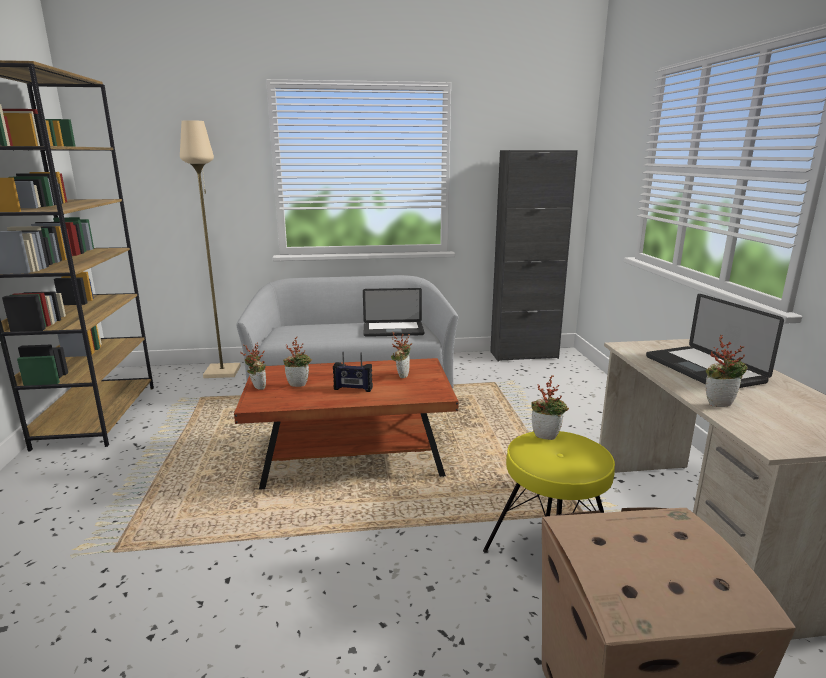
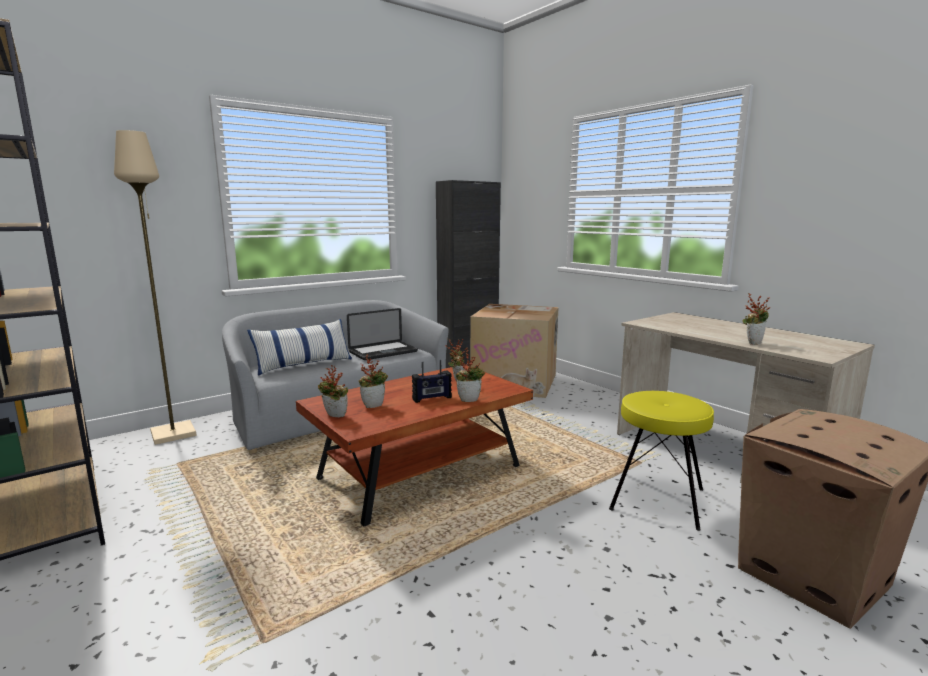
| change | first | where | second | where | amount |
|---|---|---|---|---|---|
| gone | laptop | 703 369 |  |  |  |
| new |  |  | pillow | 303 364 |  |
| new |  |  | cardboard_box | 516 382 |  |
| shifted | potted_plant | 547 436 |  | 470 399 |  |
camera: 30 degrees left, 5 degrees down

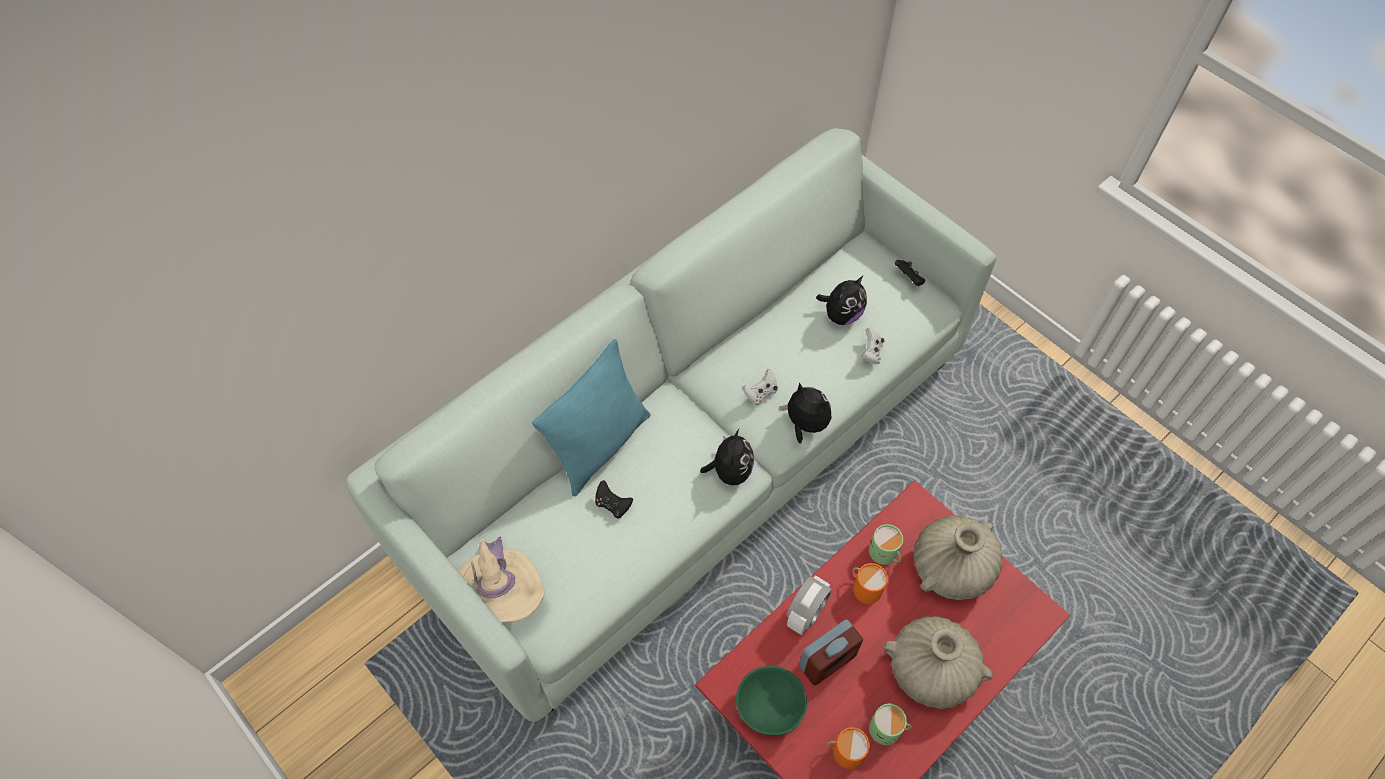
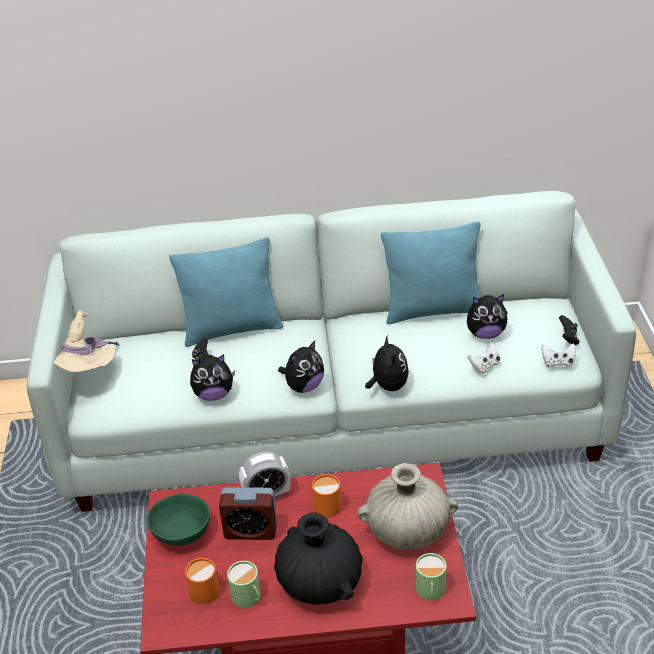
| change | first | where | second | where | amount |
|---|---|---|---|---|---|
| new |  |  | plush_toy | 213 394 |  |
| new |  |  | turquoise_pillow | 432 310 |  |
| shifted | white_game_controller | 760 393 |  | 558 363 |  |
| shifted | green_mug | 885 554 |  | 430 590 |  |
| repainted | beige_vase | 931 671 | black_vase | 319 582 |  |
camera: 40 degrees right, 20 degrees down

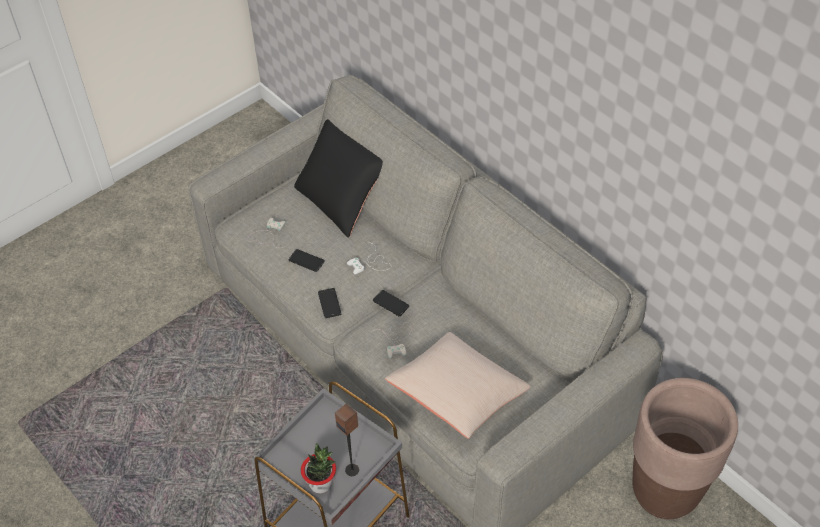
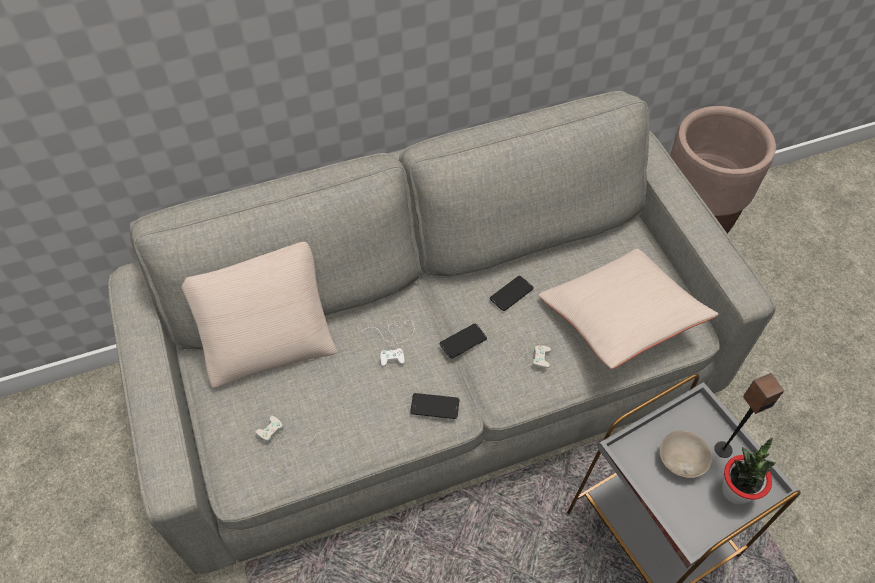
| change | first | where | second | where | amount |
|---|---|---|---|---|---|
| new |  |  | beige_bowl | 683 459 |  |
| shifted | phone | 306 261 |  | 511 293 |  |
| repainted | black_pillow | 342 200 | beige_pillow | 269 340 |  |
camera: 70 degrees left, 5 degrees up

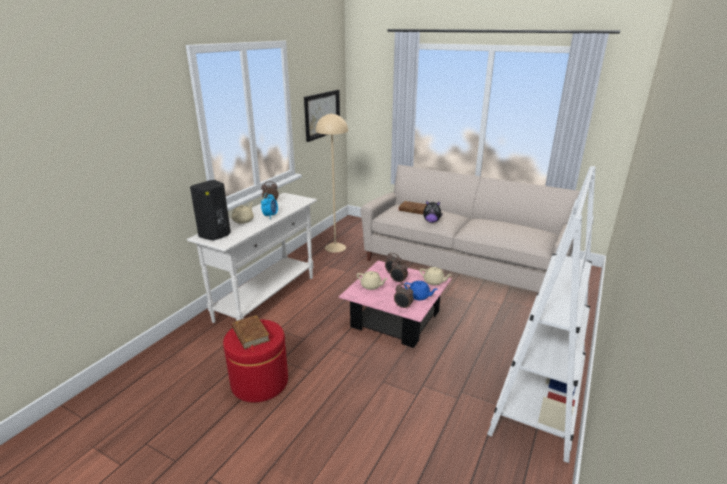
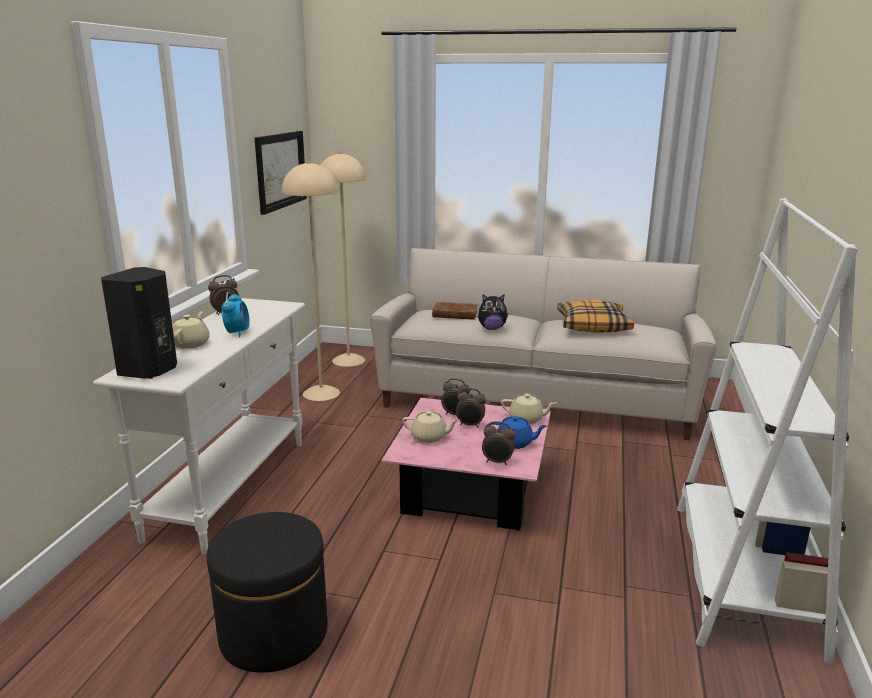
| change | first | where | second | where | amount |
|---|---|---|---|---|---|
| gone | brown_book | 250 334 |  |  |  |
| new |  |  | beige_floor_lamp | 349 360 |  |
| new |  |  | pillow | 593 326 |  |
| repainted | red_ottoman | 259 382 | black_ottoman | 273 633 |  |
camera: 15 degrees left, 5 degrees down

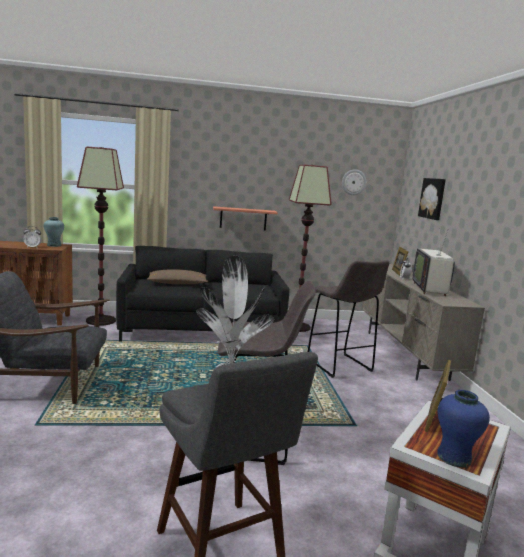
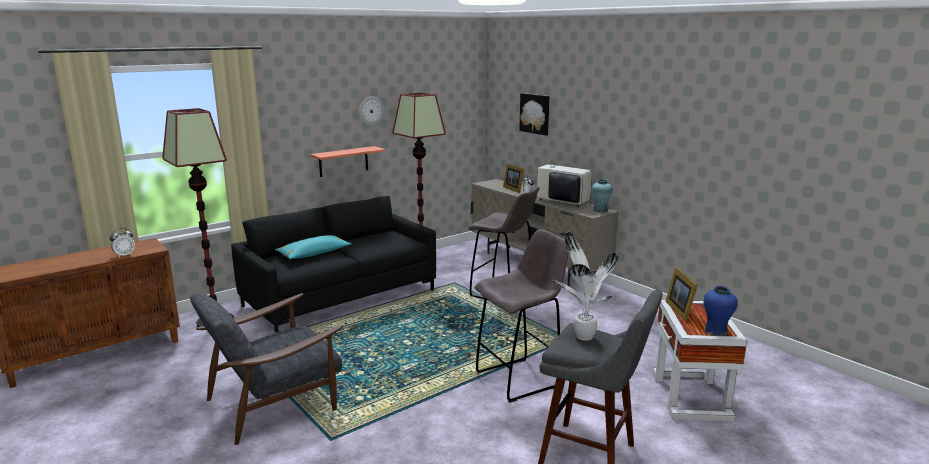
| change | first | where | second | where | amount |
|---|---|---|---|---|---|
| shifted | turquoise_vase | 54 245 |  | 600 210 |  |
| shifted | wall_clock | 353 182 |  | 371 111 |  |
| repainted | brown_pillow | 177 283 | turquoise_pillow | 313 254 |  |
| rotated | television | 431 289 |  | 562 202 | 150 degrees clockwise |
camera: 30 degrees left, 5 degrees up

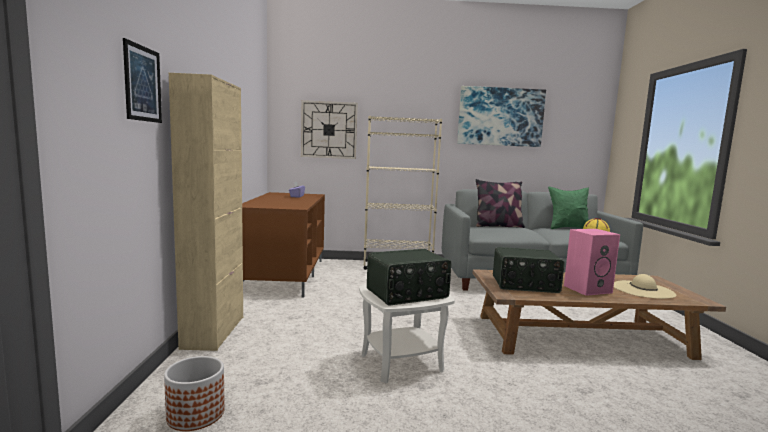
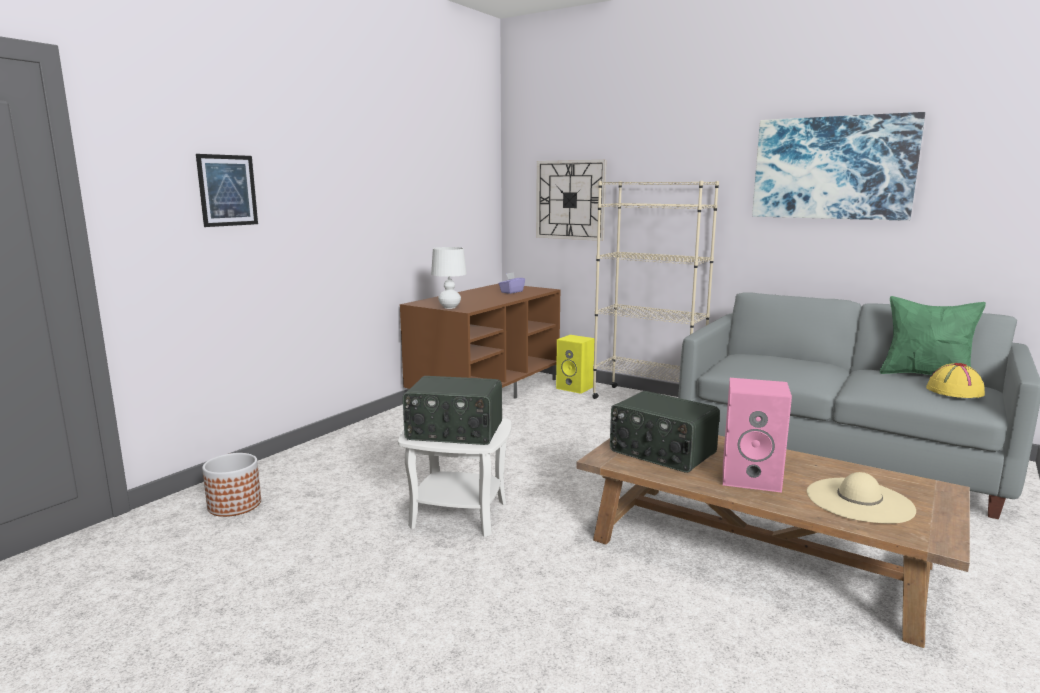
| change | first | where | second | where | amount |
|---|---|---|---|---|---|
| gone | beige_cabinet | 214 332 |  |  |  |
| gone | pillow | 498 226 |  |  |  |
| new |  |  | white_table_lamp | 449 307 |  |
| new |  |  | yellow_speaker | 576 387 |  |
camera: 35 degrees right, 5 degrees up

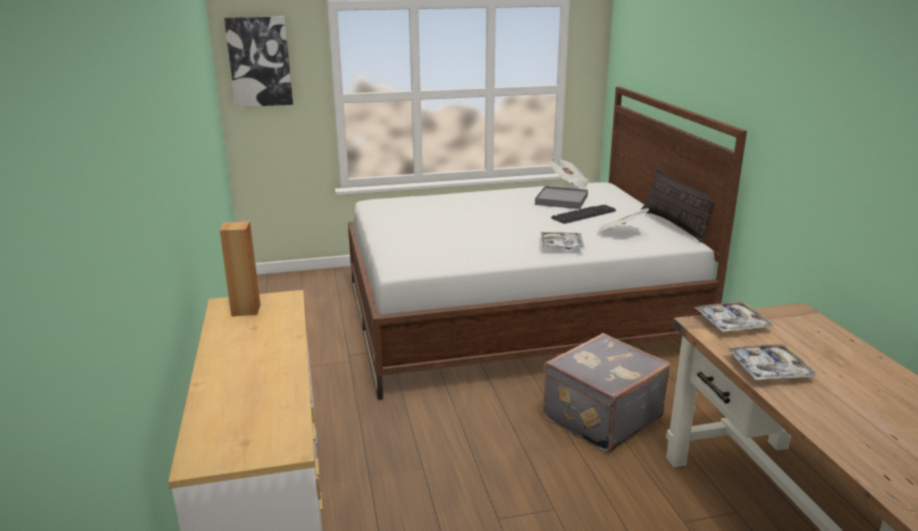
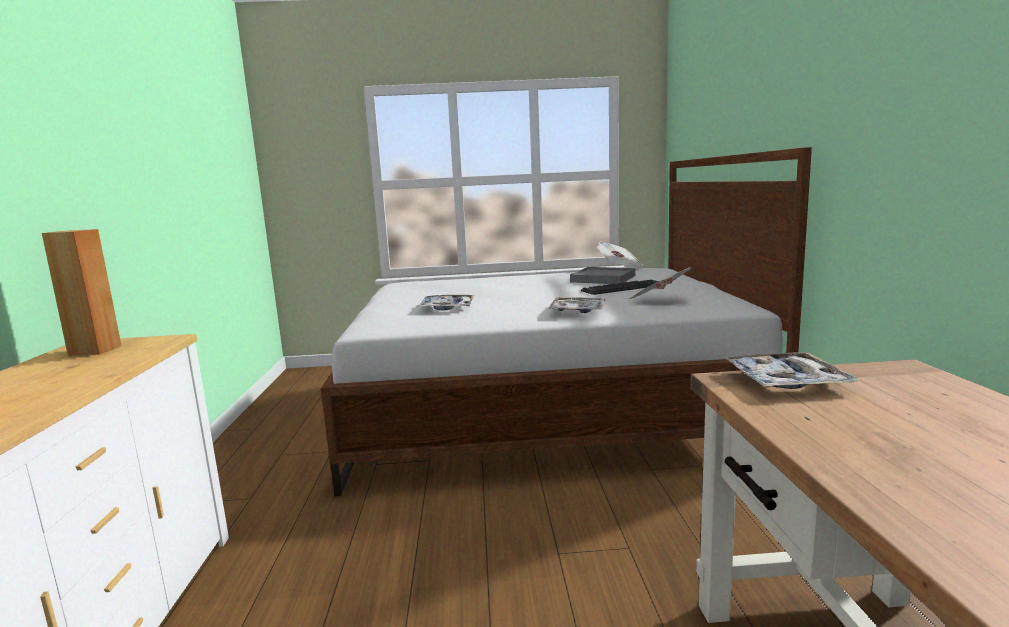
| change | first | where | second | where | amount |
|---|---|---|---|---|---|
| gone | picture | 259 62 |  |  |  |
| gone | grey_suitcase | 600 417 |  |  |  |
| gone | pillow | 675 225 |  |  |  |
| shifted | tray | 768 369 |  | 447 308 |  |
camera: 10 degrees right, 10 degrees down

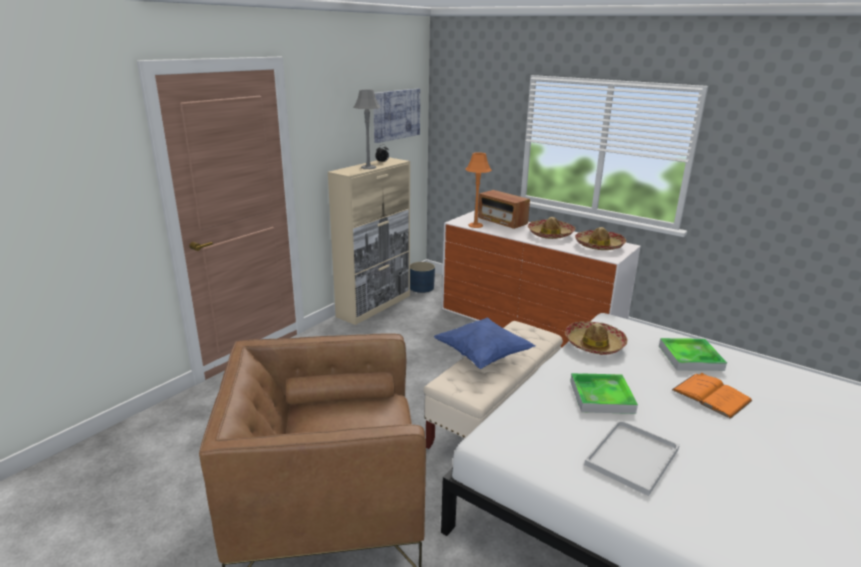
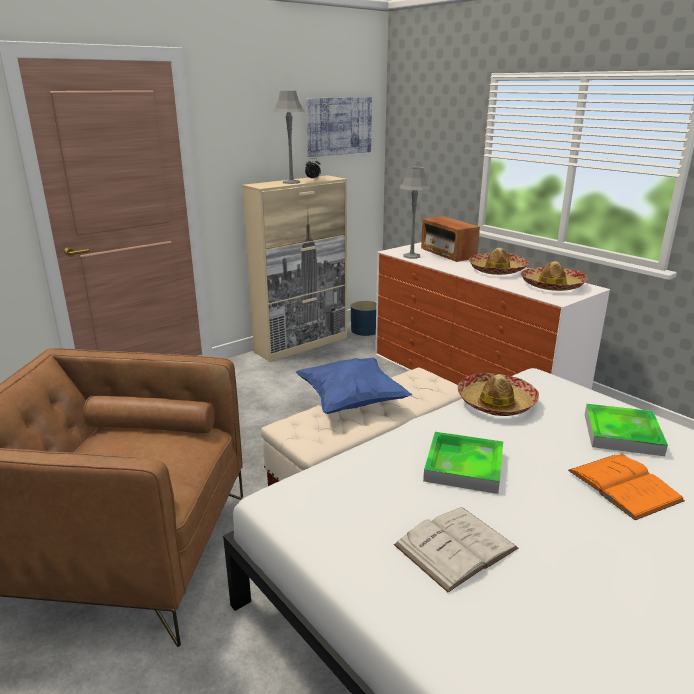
| change | first | where | second | where | amount |
|---|---|---|---|---|---|
| swapped | white_tray | 632 455 | white_book | 455 547 |  |
| repainted | orange_table_lamp | 475 225 | grey_table_lamp | 412 256 |  |
camera: 15 degrees right, 0 degrees up

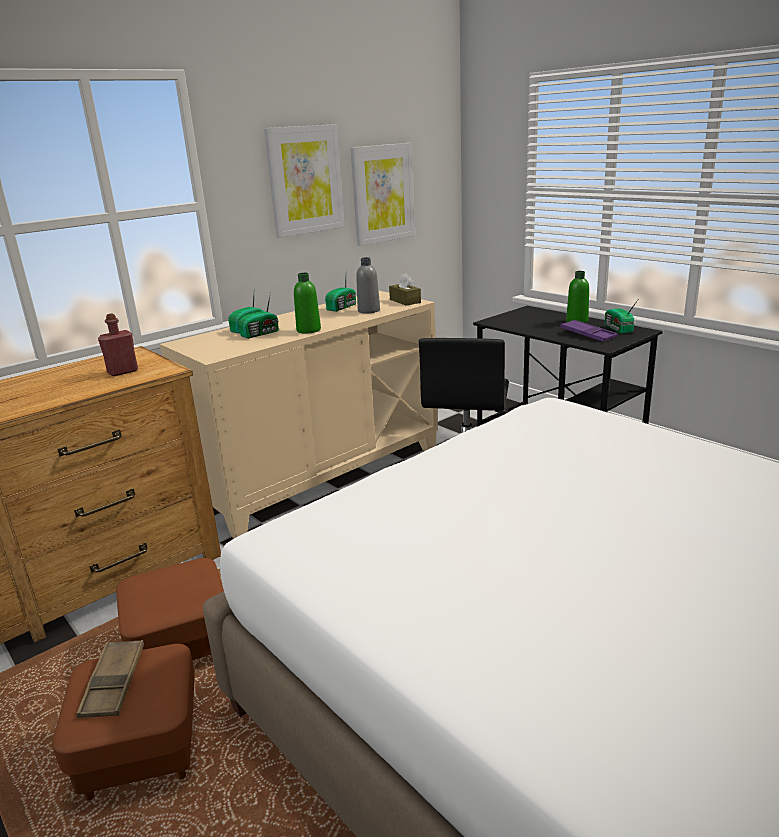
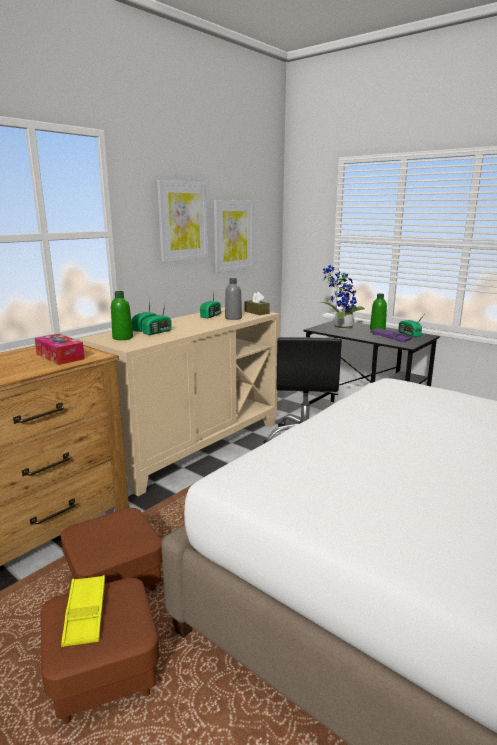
| change | first | where | second | where | amount |
|---|---|---|---|---|---|
| new |  |  | potted_plant | 340 328 |  |
| shifted | green_bottle | 308 330 |  | 122 338 |  |
| swapped | red_bottle | 123 372 | tissue_box | 60 356 |  |
| repainted | brown_tray | 114 683 | yellow_tray | 85 614 |  |
camera: 10 degrees left, 5 degrees down

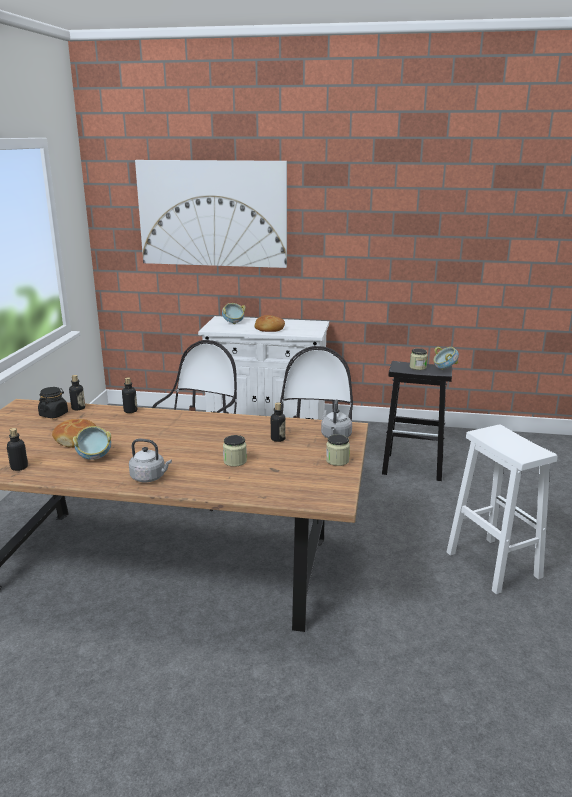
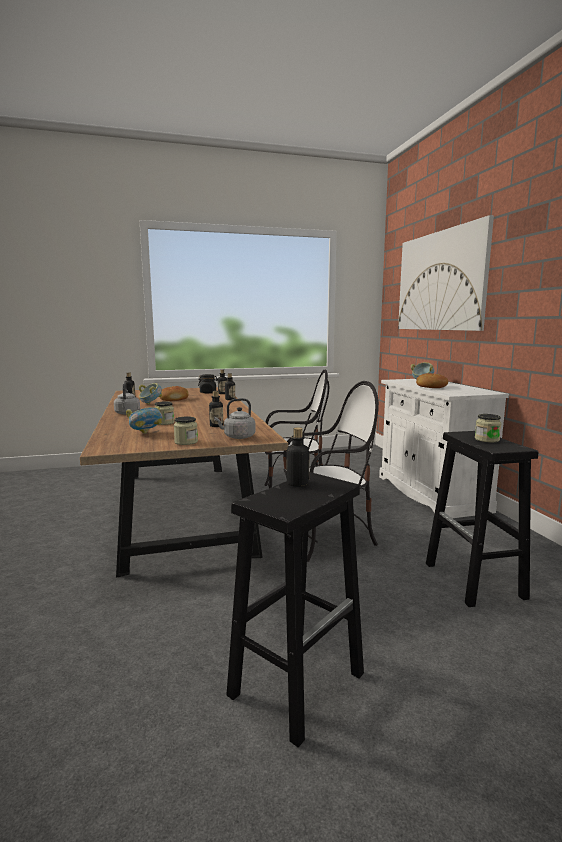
| change | first | where | second | where | amount |
|---|---|---|---|---|---|
| new |  |  | bottle | 297 483 |  |
| shifted | bowl | 444 369 |  | 146 434 |  |
| repainted | white_stool | 492 564 | black_stool | 298 683 |  |
camera: 65 degrees right, 10 degrees down

